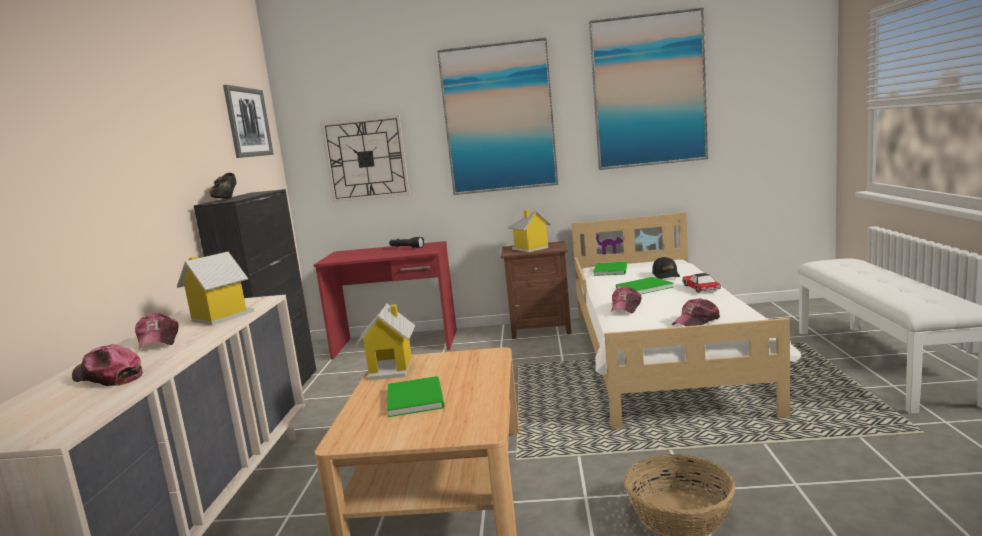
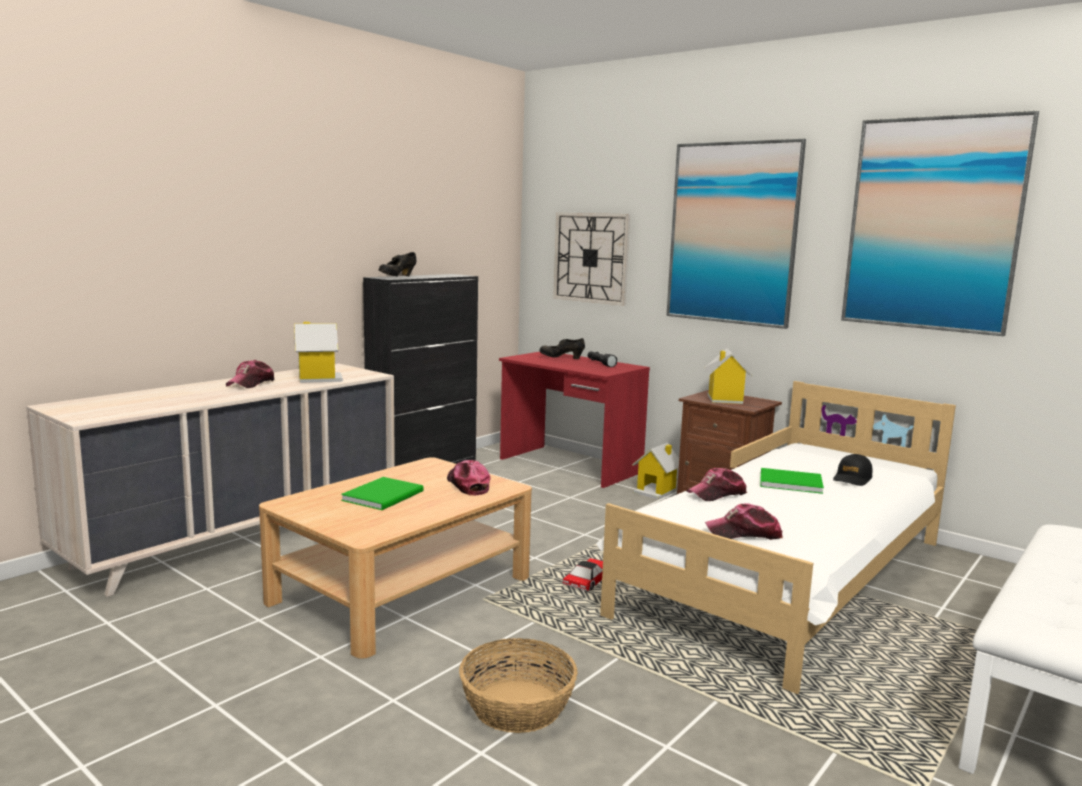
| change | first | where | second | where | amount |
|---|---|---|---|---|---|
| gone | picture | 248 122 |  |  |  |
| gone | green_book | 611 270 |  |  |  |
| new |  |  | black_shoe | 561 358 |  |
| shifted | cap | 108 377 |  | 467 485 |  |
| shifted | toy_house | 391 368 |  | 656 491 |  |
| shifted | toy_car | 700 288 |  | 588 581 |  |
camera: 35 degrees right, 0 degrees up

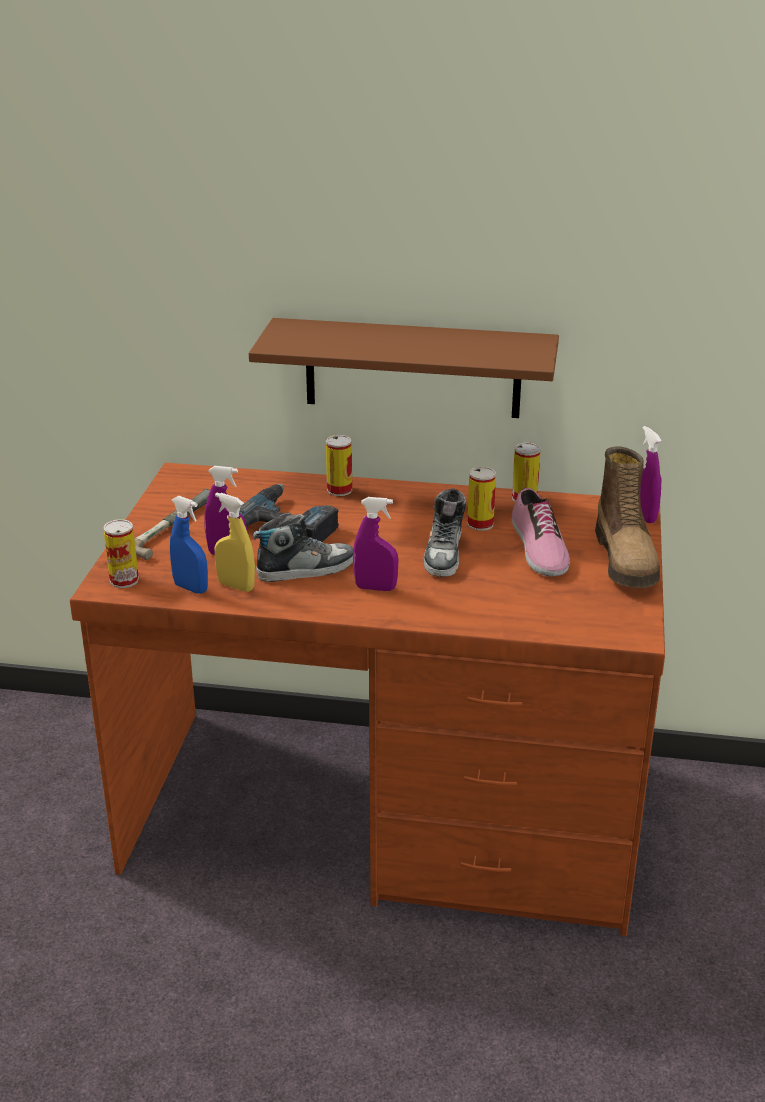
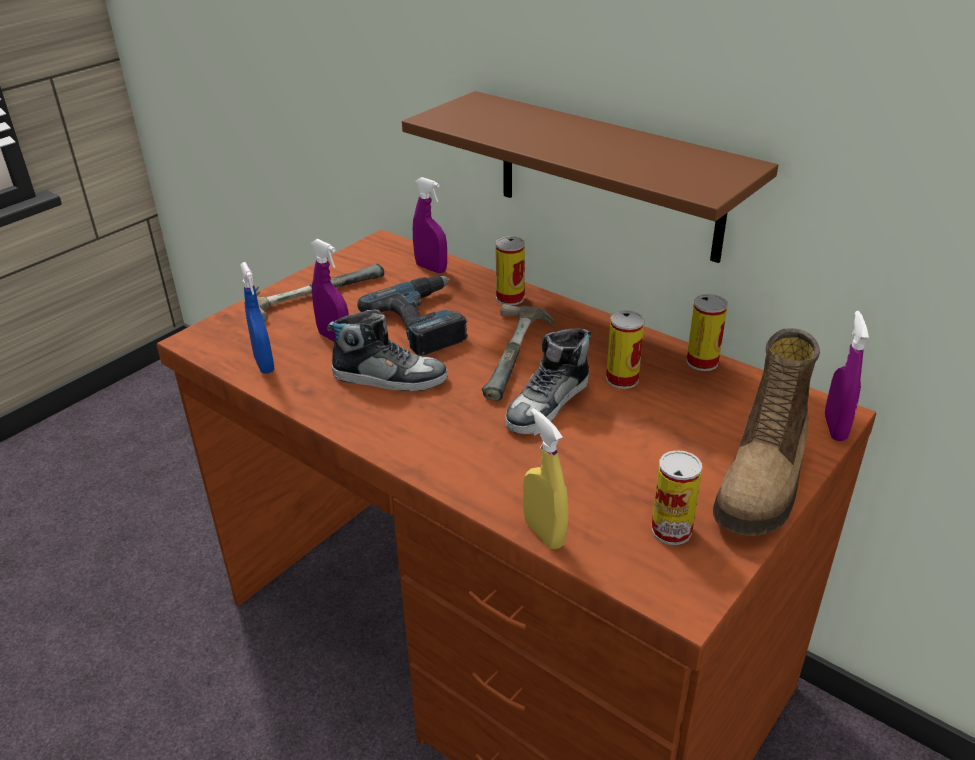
| change | first | where | second | where | amount |
|---|---|---|---|---|---|
| gone | shoe | 537 548 |  |  |  |
| new |  |  | hammer | 520 355 |  |
| shifted | can | 124 580 |  | 671 530 |  |
| shifted | yellow_spray_bottle | 236 586 |  | 544 533 |  |
| shifted | purple_spray_bottle | 375 588 |  | 431 268 |  |
camera: 30 degrees right, 5 degrees up

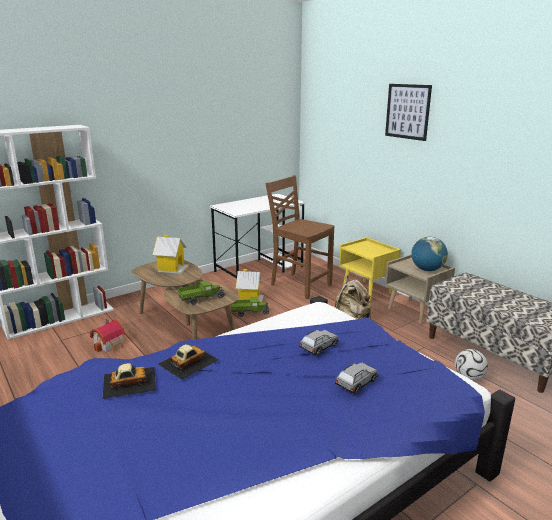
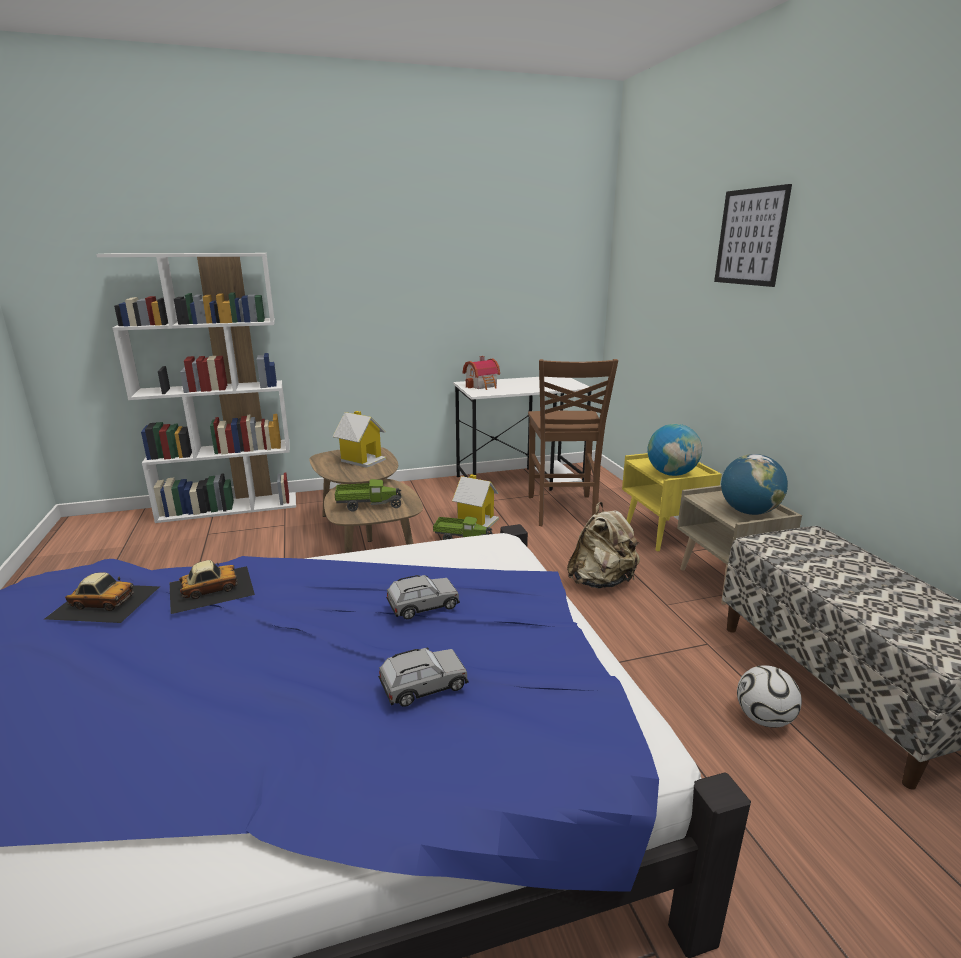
| change | first | where | second | where | amount |
|---|---|---|---|---|---|
| new |  |  | globe | 671 474 |  |
| shifted | toy_house | 110 345 |  | 483 386 |  |
| rotated | brown_chair | 299 285 |  | 562 511 | 150 degrees counterclockwise |
camera: 20 degrees right, 0 degrees up

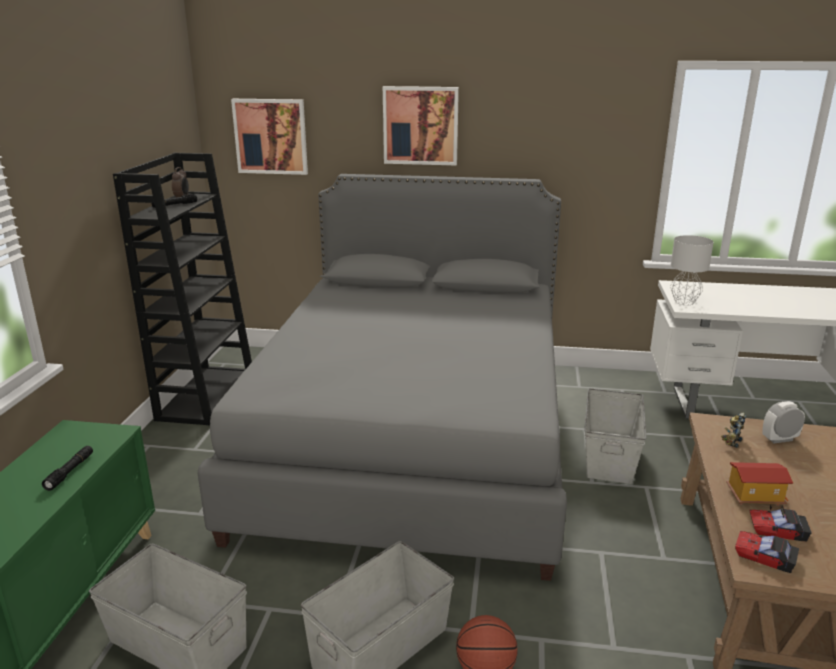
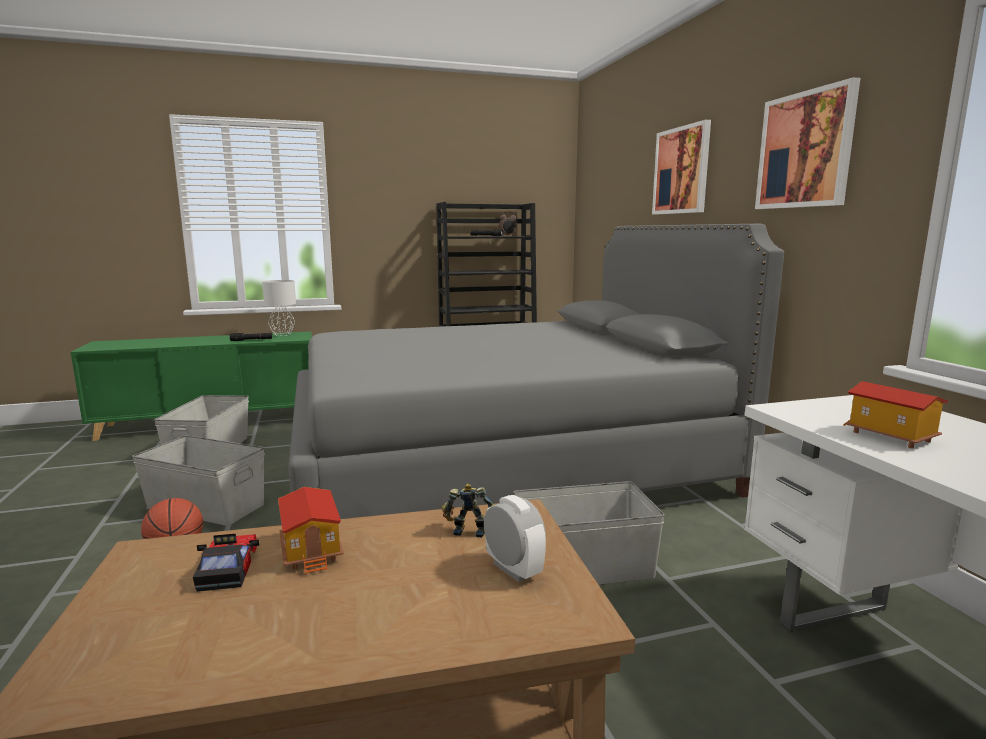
| change | first | where | second | where | amount |
|---|---|---|---|---|---|
| gone | toy_car | 765 556 |  |  |  |
| new |  |  | toy_house | 889 436 |  |
| shifted | picture | 271 136 |  | 805 150 |  |
| shifted | grey_table_lamp | 685 302 |  | 282 334 |  |
camera: 65 degrees right, 10 degrees down

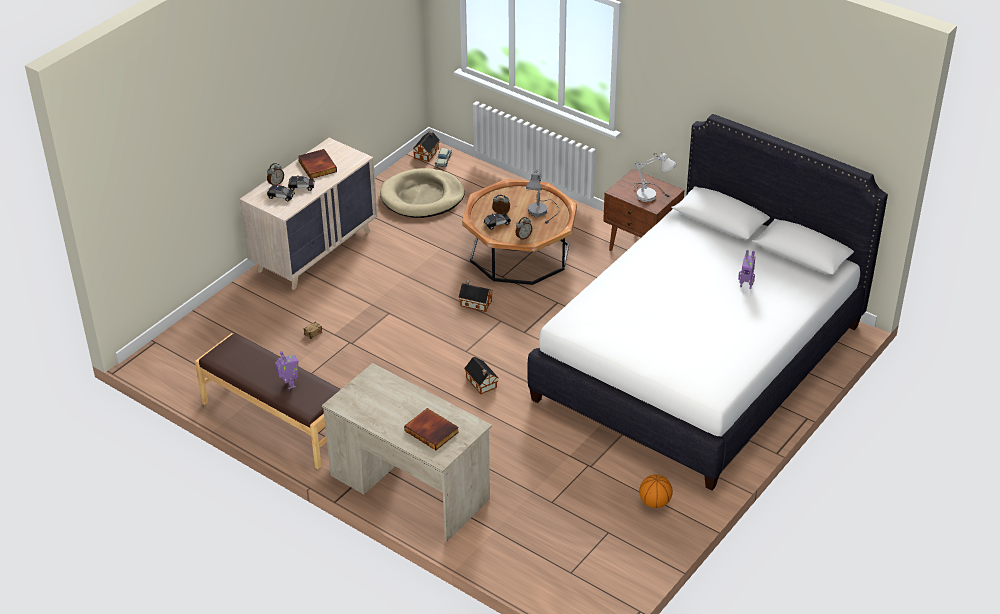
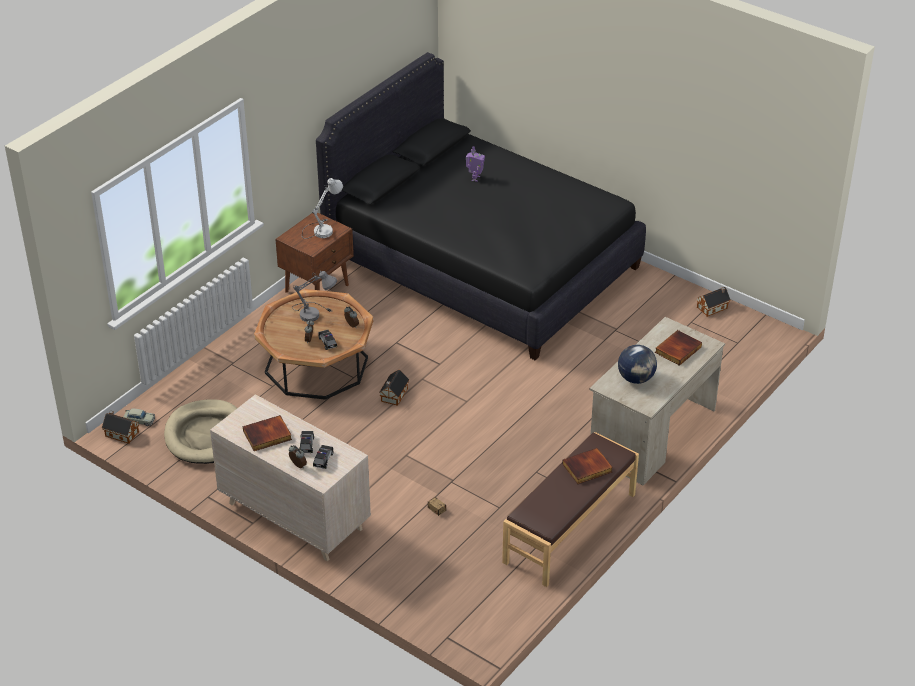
| change | first | where | second | where | amount |
|---|---|---|---|---|---|
| gone | basketball | 654 502 |  |  |  |
| new |  |  | globe | 636 379 |  |
| shifted | toy_house | 482 383 |  | 713 307 |  |
| swapped | toy_robot | 289 384 | book | 587 468 |  |
| repainted | white_bed | 699 361 | black_bed | 482 264 |  |
camera: 90 degrees left, 0 degrees up

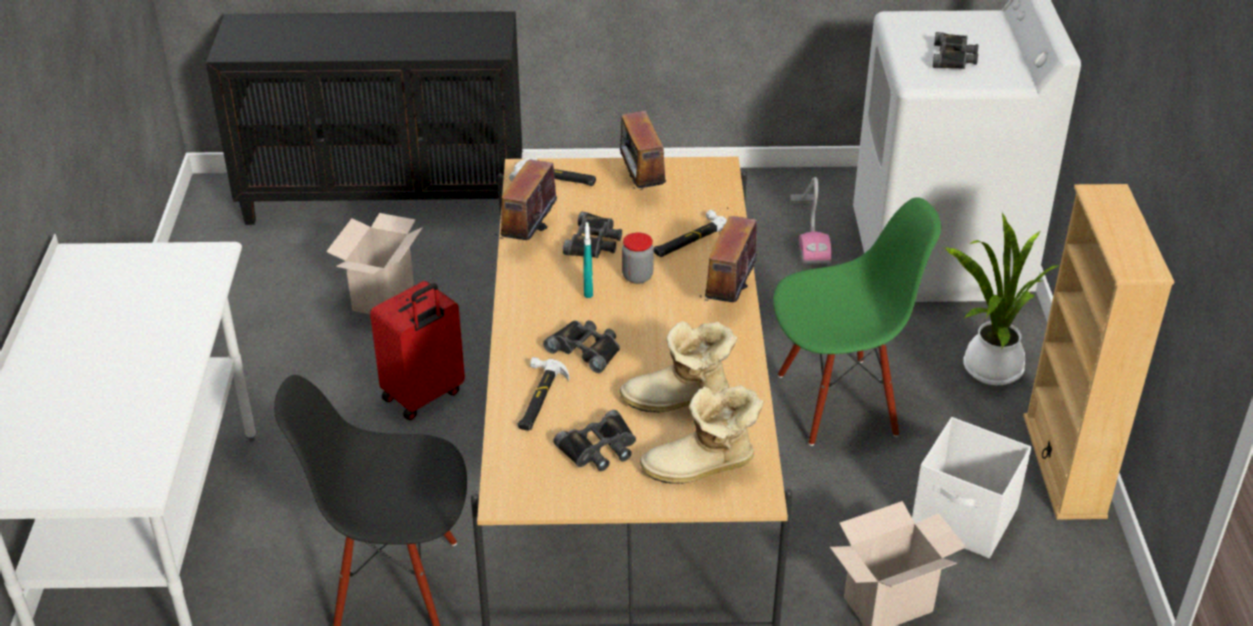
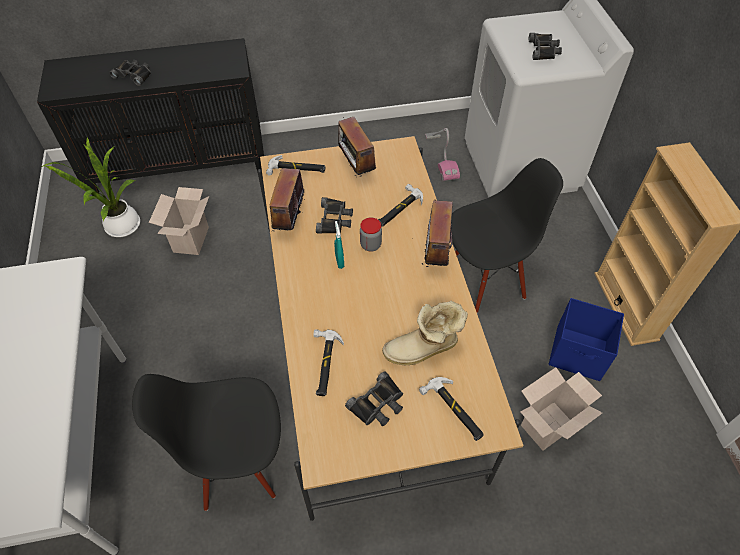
| change | first | where | second | where | amount |
|---|---|---|---|---|---|
| gone | red_suitcase | 424 396 |  |  |  |
| shifted | black_binoculars | 586 349 |  | 134 75 |  |
| shifted | potted_plant | 988 370 |  | 120 227 |  |
| swapped | boot | 702 468 | hammer | 454 410 |  |
| repainted | green_chair | 838 402 | black_chair | 485 279 |  |
| repainted | white_storage_box | 965 519 | blue_storage_box | 578 354 |  |
camera: 10 degrees left, 15 degrees up

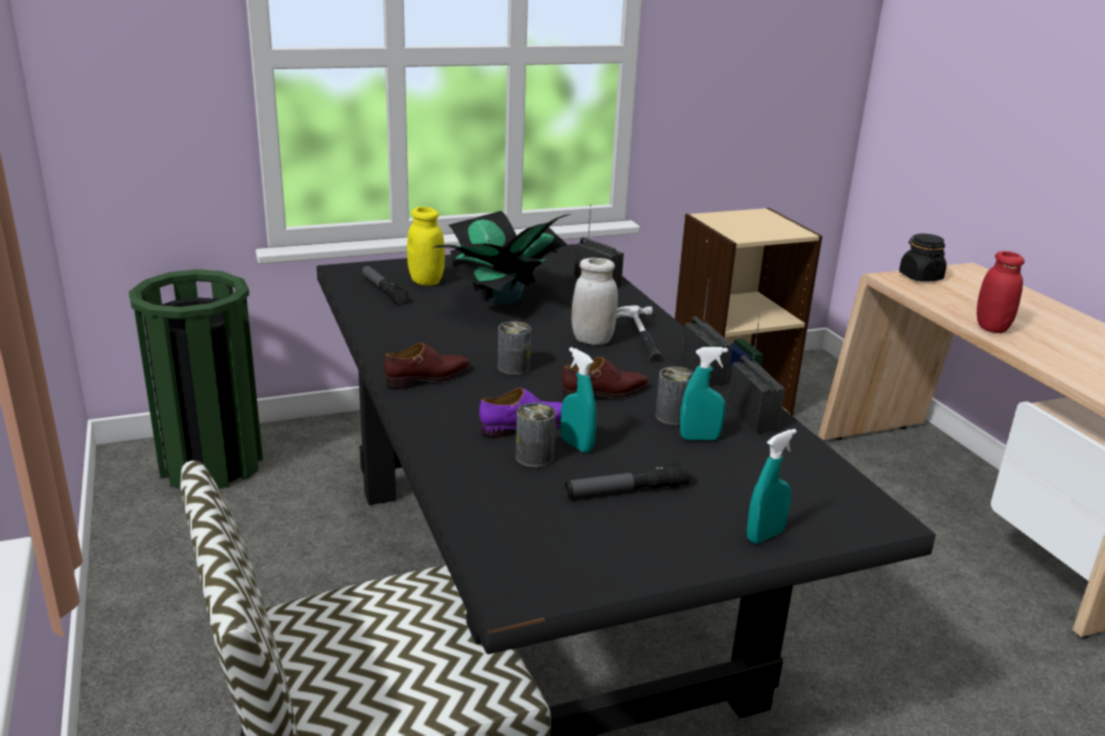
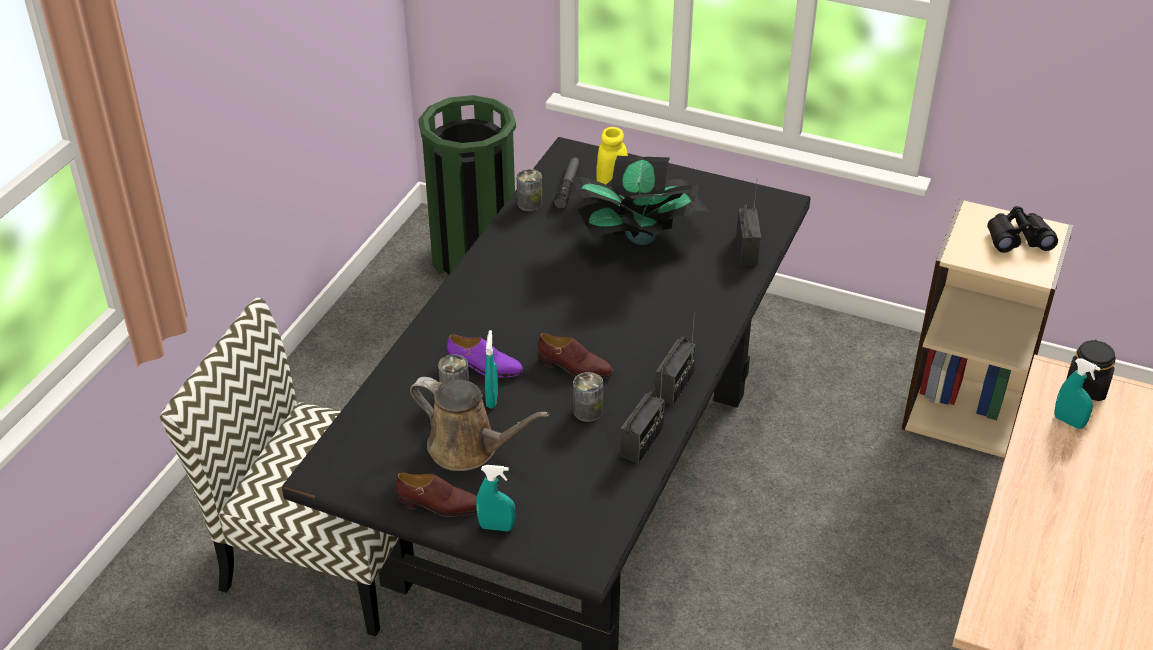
| change | first | where | second | where | amount |
|---|---|---|---|---|---|
| gone | white_jar | 592 340 |  |  |  |
| gone | hammer | 642 336 |  |  |  |
| gone | red_jar | 991 328 |  |  |  |
| new |  |  | black_binoculars | 1017 238 |  |
| shifted | brown_shoe | 429 378 |  | 439 505 |  |
| shifted | can | 513 367 |  | 529 203 |  |
| shifted | turquoise_spray_bottle | 699 438 |  | 1068 422 |  |
| swapped | flashlight | 626 490 | brown_watering_can | 469 448 |  |
camera: 45 degrees right, 15 degrees up

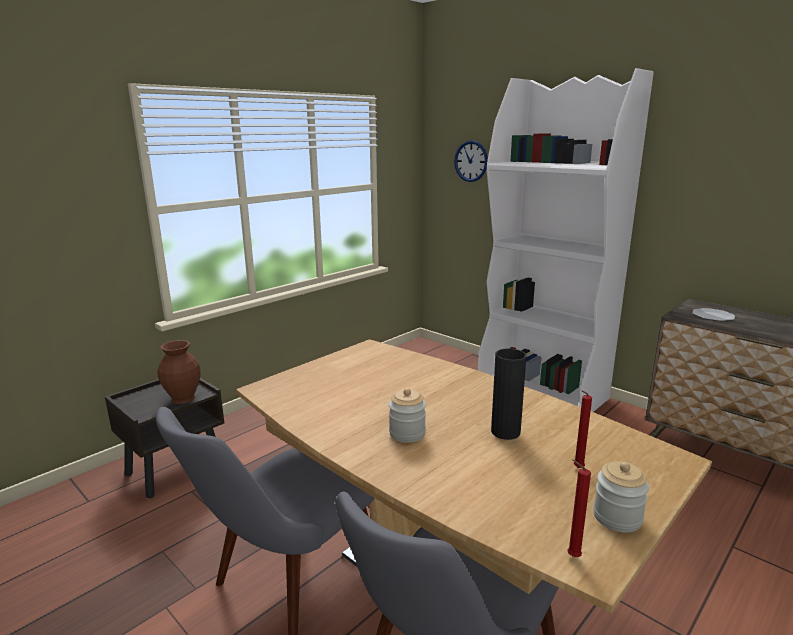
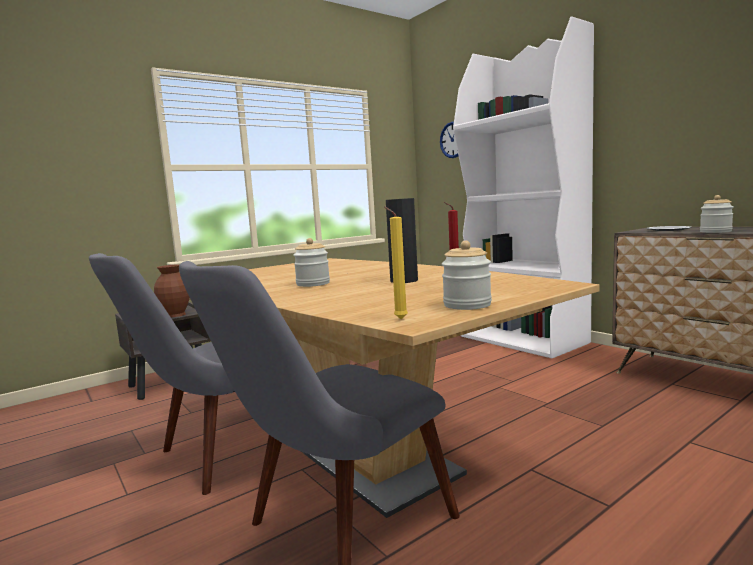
| change | first | where | second | where | amount |
|---|---|---|---|---|---|
| new |  |  | jar | 715 232 |  |
| repainted | red_candle | 571 556 | yellow_candle | 399 319 |  |
camera: 10 degrees right, 10 degrees down

